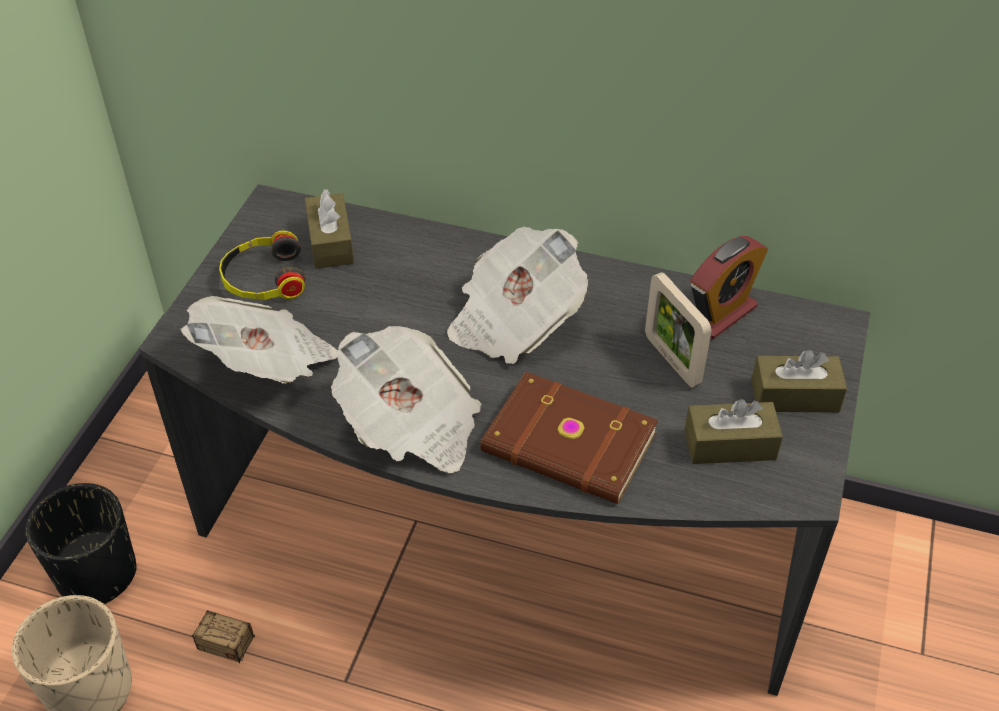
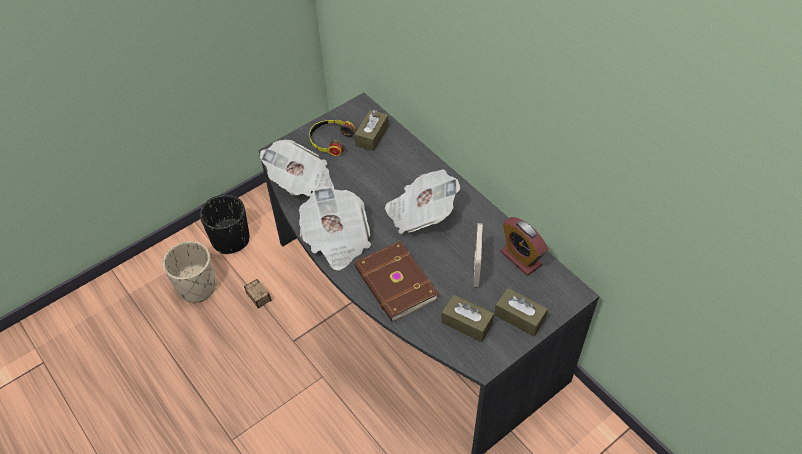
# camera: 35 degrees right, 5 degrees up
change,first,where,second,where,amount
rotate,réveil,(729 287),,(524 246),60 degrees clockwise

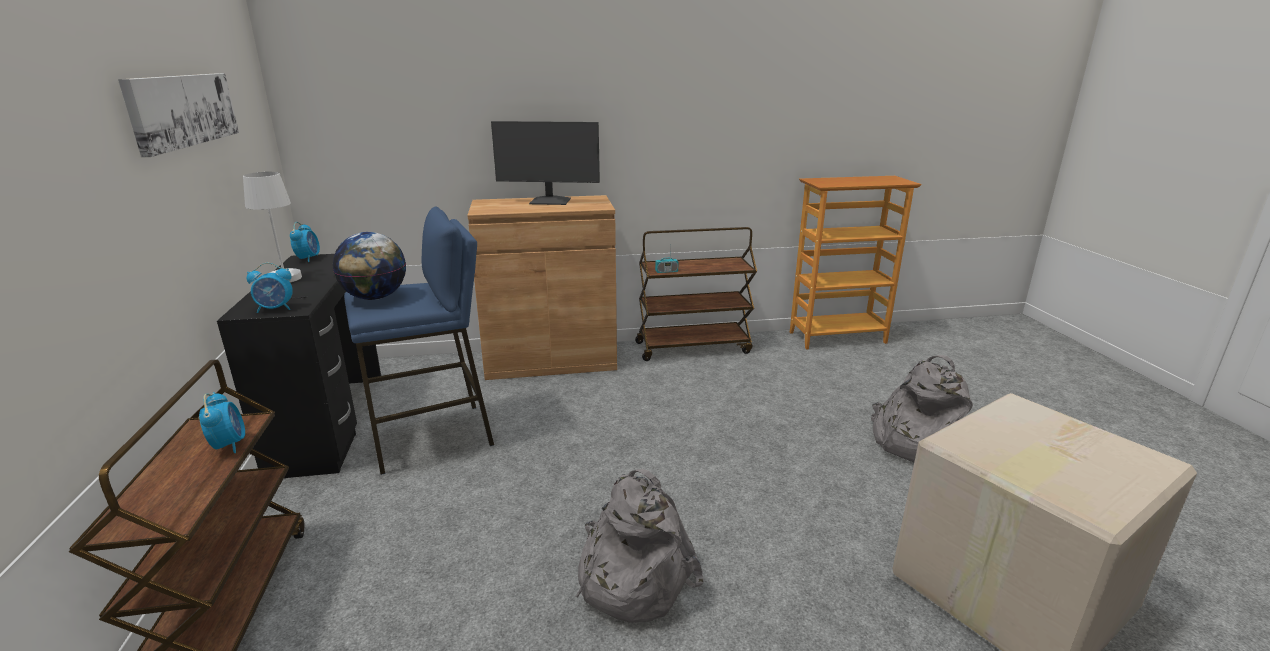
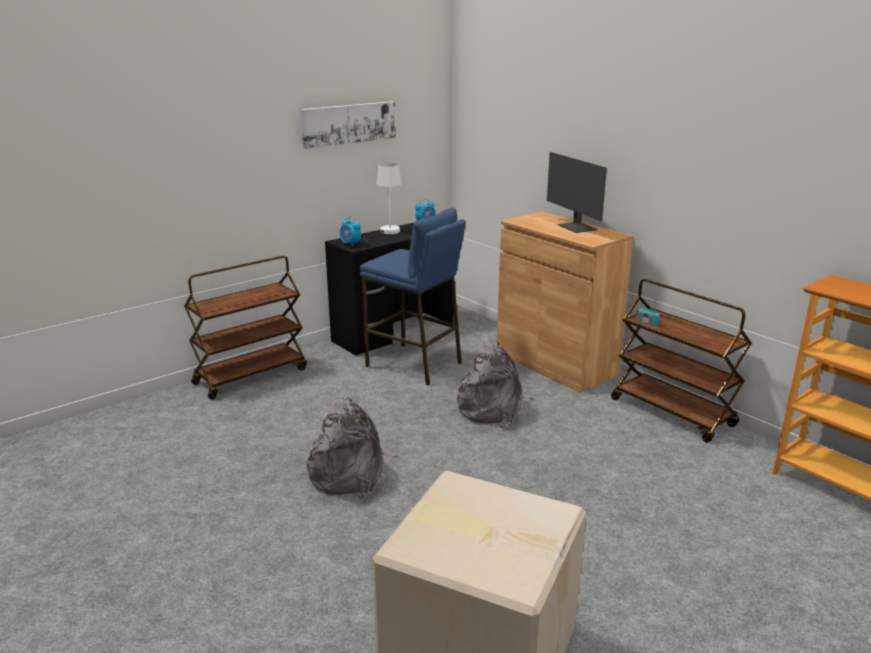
# camera: 60 degrees right, 0 degrees up
change,first,where,second,where,amount
delete,globe,(369 266),,,
move,sac à dos (gris),(922 408),,(495 384),
delete,réveil,(222 422),,,

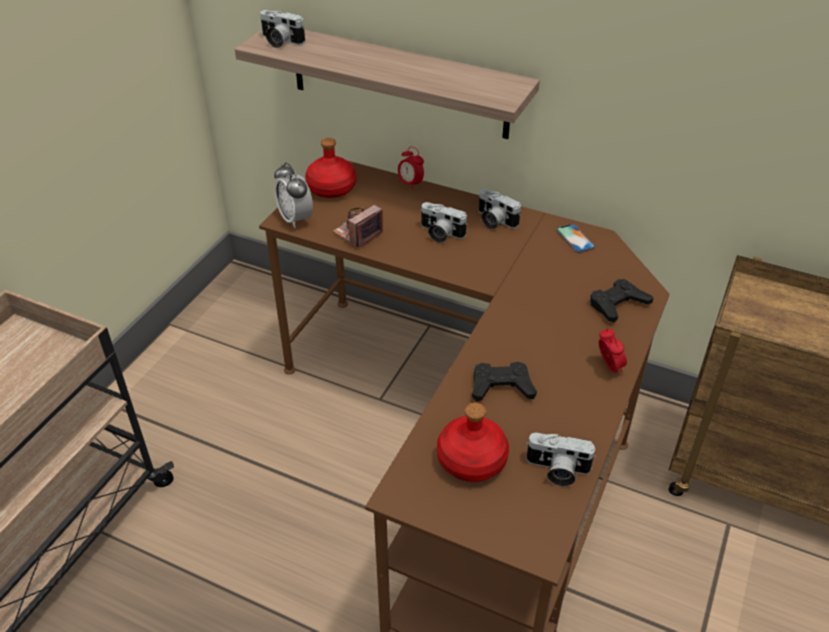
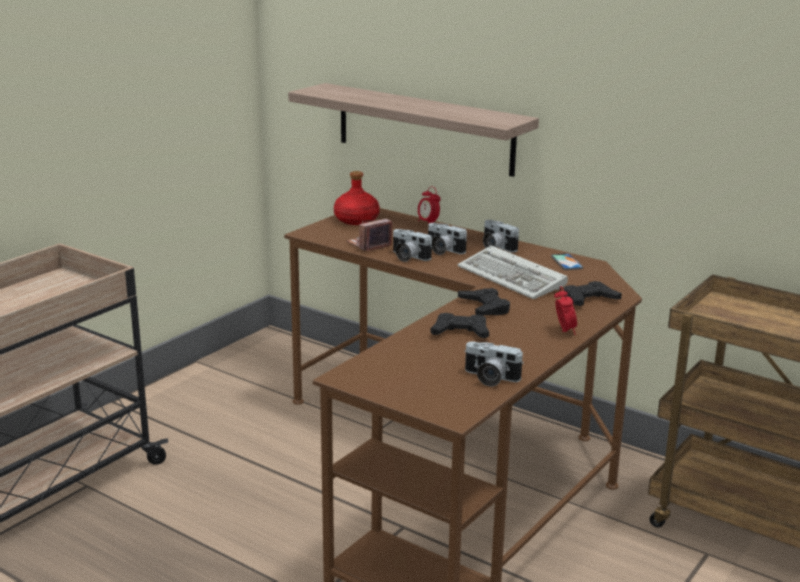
# camera: 10 degrees right, 20 degrees down
change,first,where,second,where,amount
move,appareil photo,(282 29),,(412 245),
delete,réveil,(293 195),,,
delete,bouteille (rouge),(473 442),,,
insert,,,clavier,(513 272),
insert,,,manette (noir),(484 302),

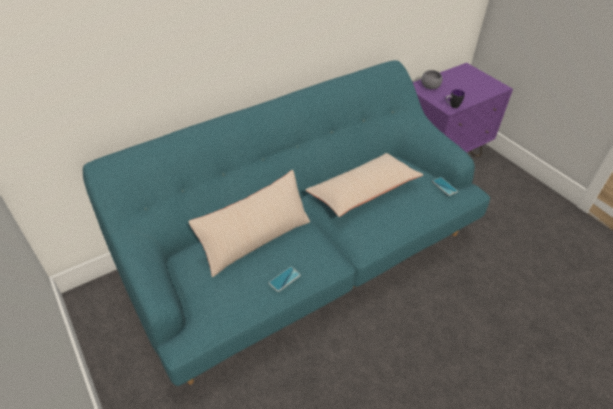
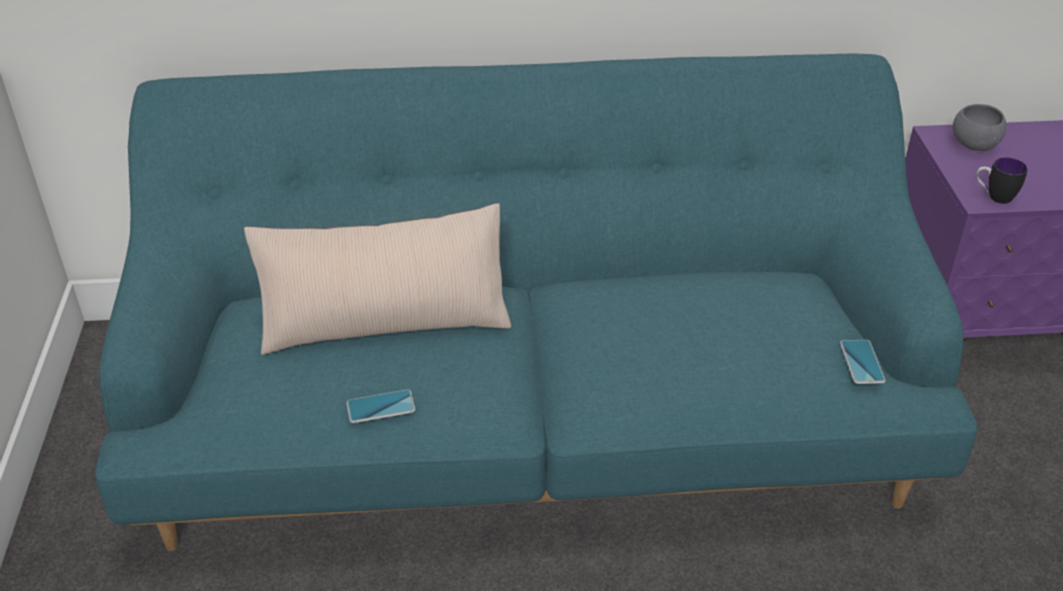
# camera: 30 degrees right, 5 degrees down
change,first,where,second,where,amount
delete,coussin (beige),(364 185),,,

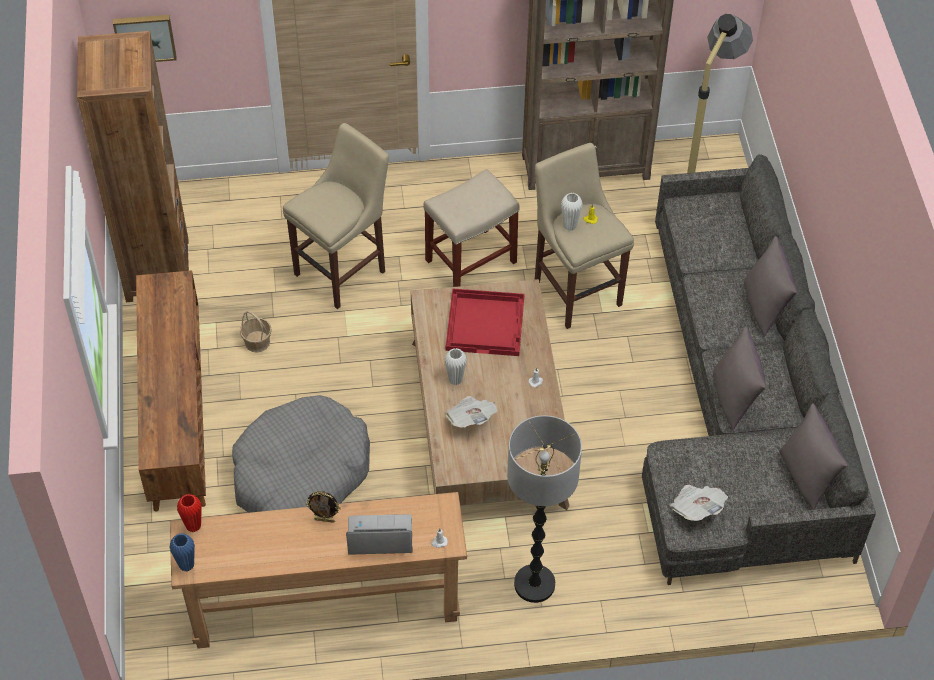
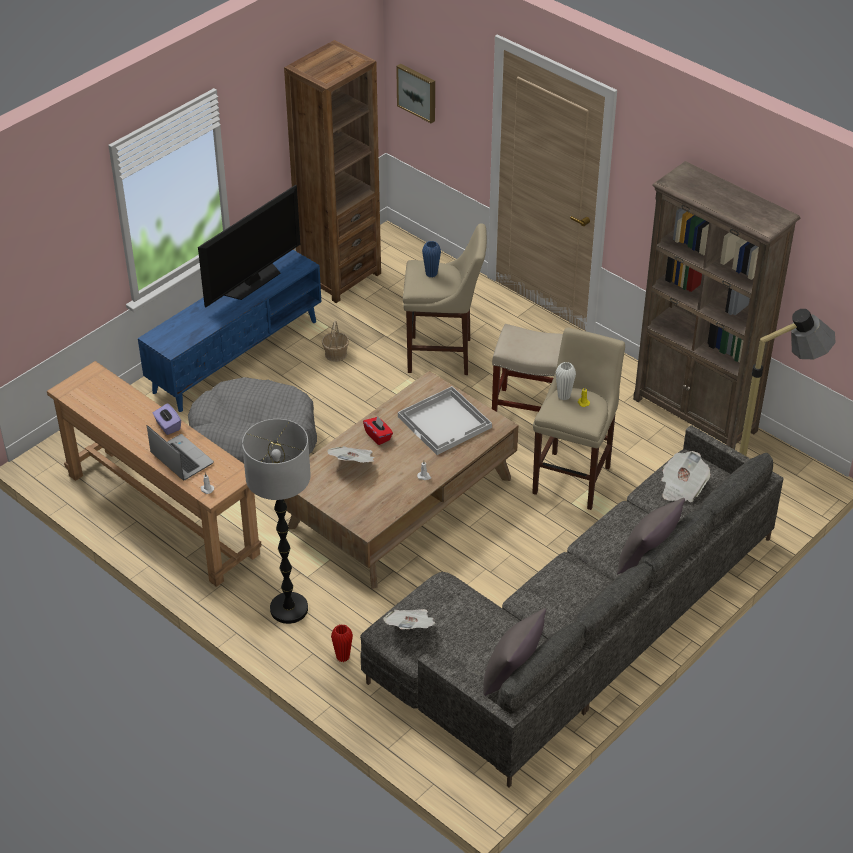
# camera: 50 degrees right, 10 degrees down
change,first,where,second,where,amount
recolor,meuble télé (marron),(171 391),meuble télé (bleu),(229 331),
recolor,plateau (rouge),(485 322),plateau (blanc),(445 420),
delete,coussin (gris),(739 378),,,
replace,vase (blanc),(456 366),boîte à mouchoirs (rouge),(378 430),
replace,cadre photo,(323 507),boîte à mouchoirs (violet),(167 419),
move,vase (rouge),(189 513),,(342 643),
move,vase (bleu),(182 552),,(431 259),
insert,,,téléviseur,(249 246),
insert,,,journal,(685 476),

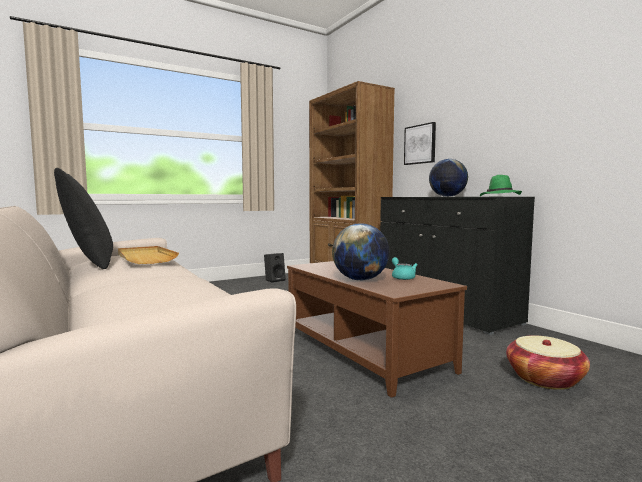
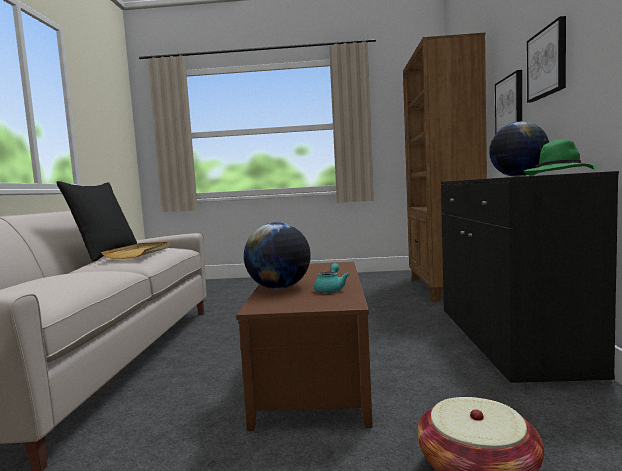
# camera: 35 degrees right, 0 degrees up
change,first,where,second,where,amount
delete,enceinte (noir),(275 268),,,
insert,,,tableau,(546 59),

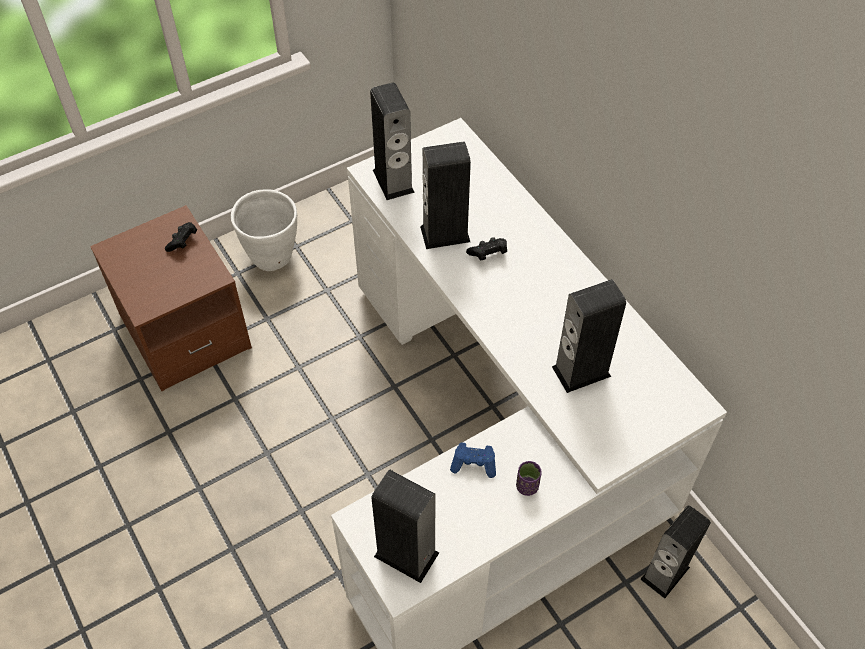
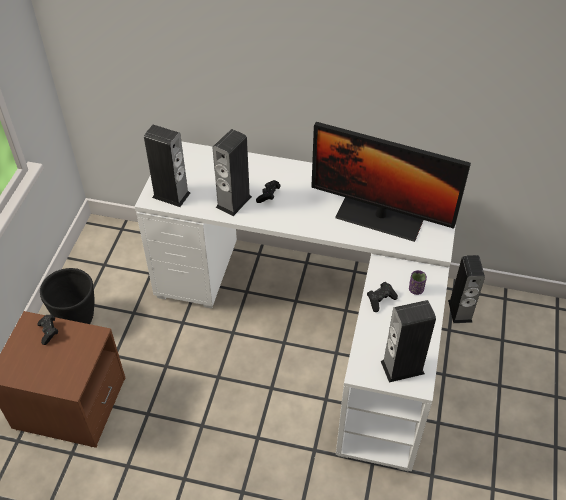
# camera: 45 degrees left, 5 degrees down
change,first,where,second,where,amount
recolor,cache-pot (blanc),(264 230),cache-pot (noir),(67 296),
replace,enceinte,(589 336),écran d'ordinateur,(391 182),
recolor,manette (bleu),(473 460),manette (noir),(382 297),

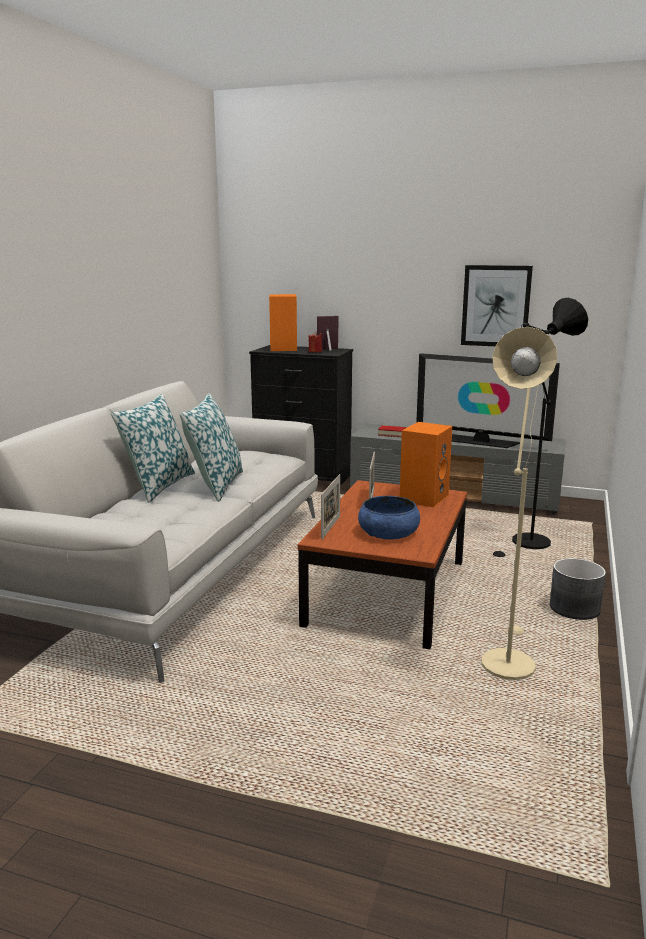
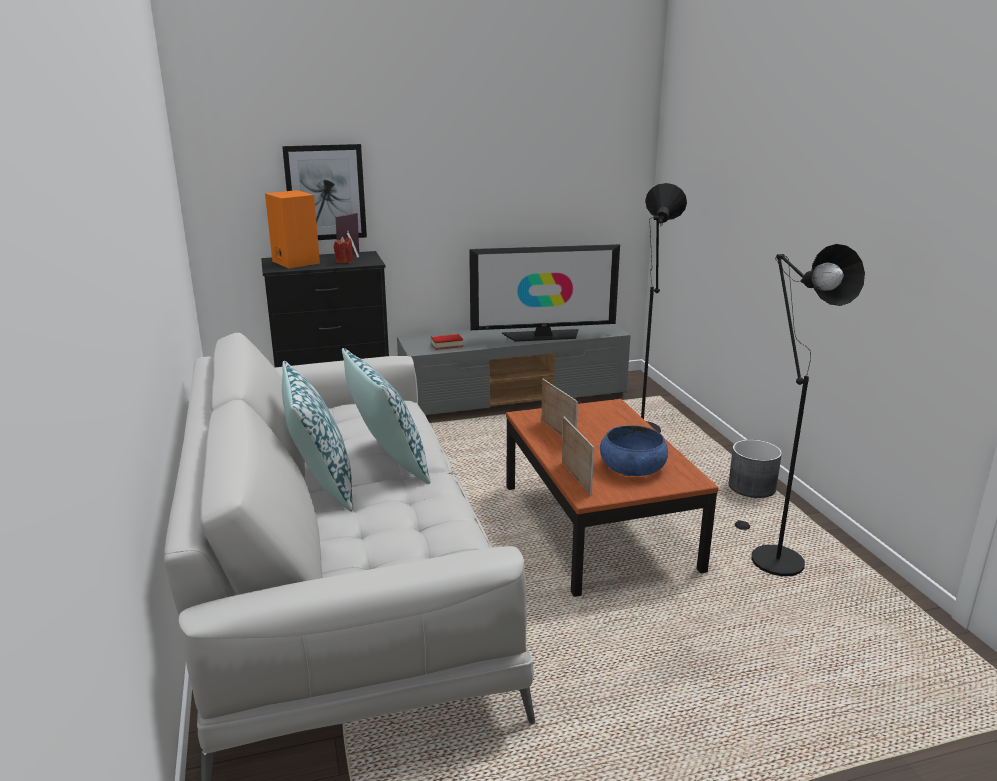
# camera: 35 degrees left, 5 degrees up
change,first,where,second,where,amount
move,tableau,(497 305),,(324 192),
recolor,lampadaire (beige),(519 503),lampadaire (noir),(800 410),
delete,enceinte (orange),(426 464),,,

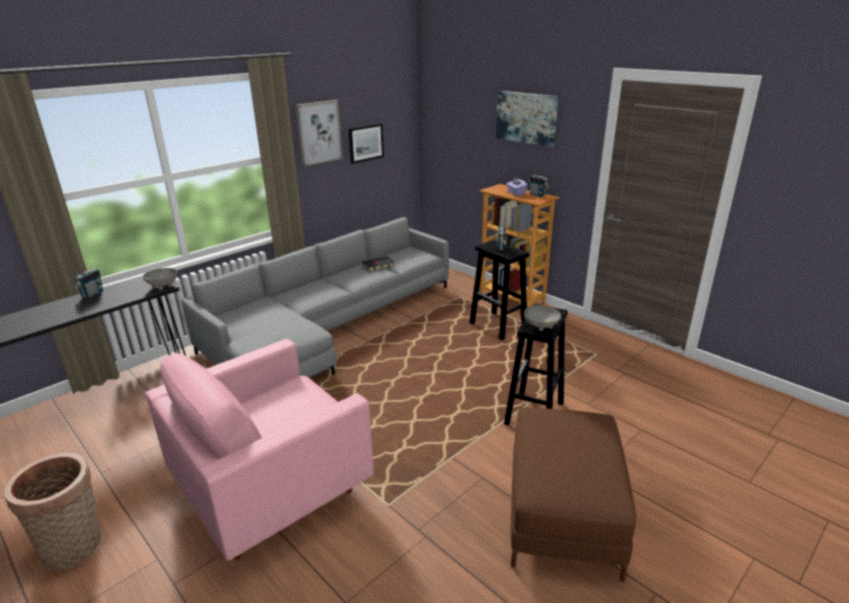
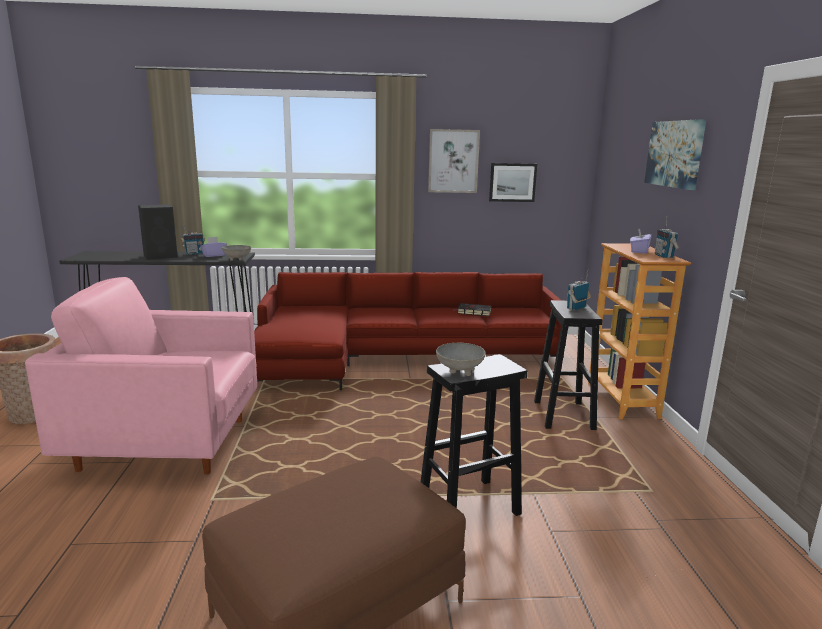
# camera: 40 degrees right, 10 degrees down
change,first,where,second,where,amount
recolor,canapé (gris),(315 297),canapé (rouge),(408 331),
insert,,,enceinte (noir),(158 232),
insert,,,boîte à mouchoirs (violet),(213 247),

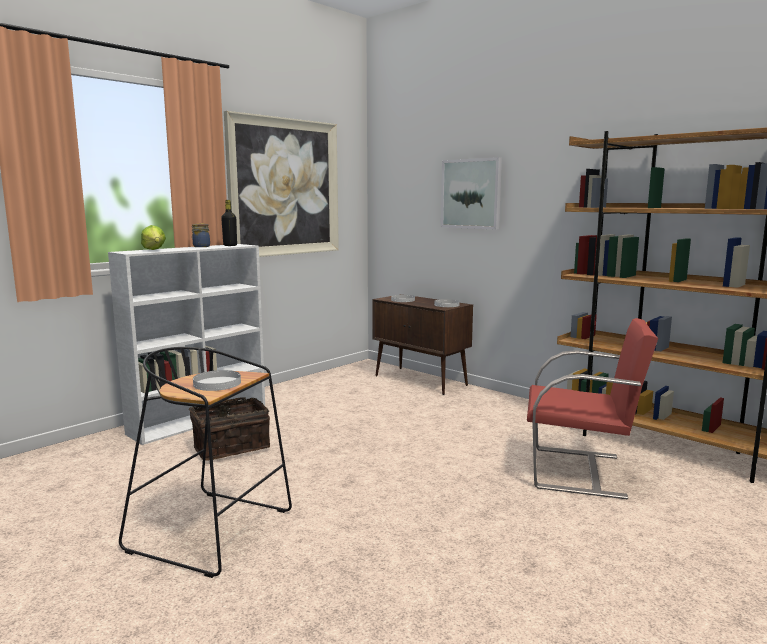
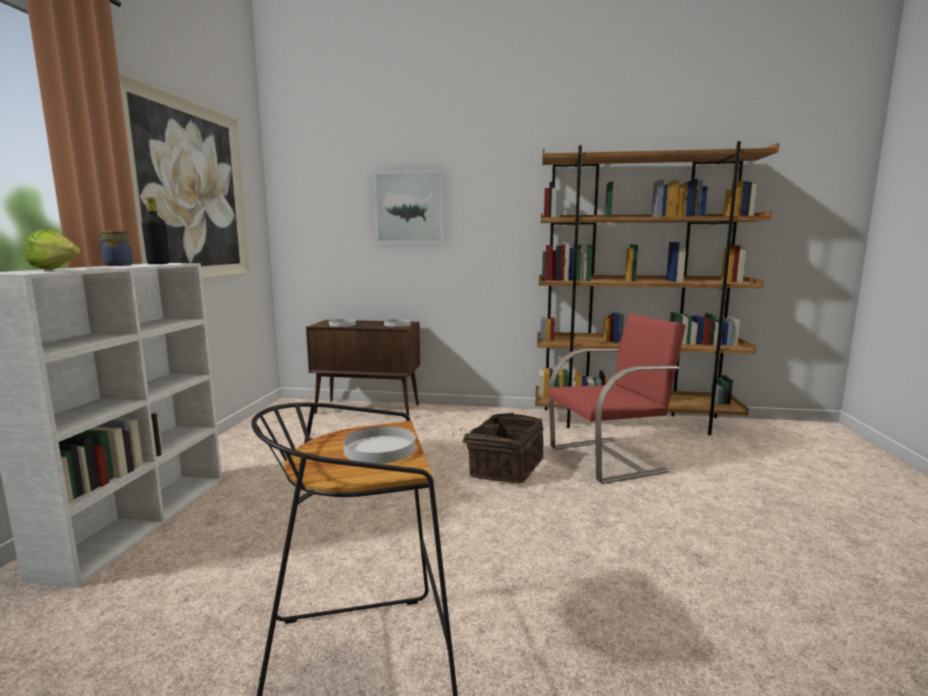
# camera: 35 degrees left, 0 degrees up
change,first,where,second,where,amount
move,panier,(229 429),,(498 448),

